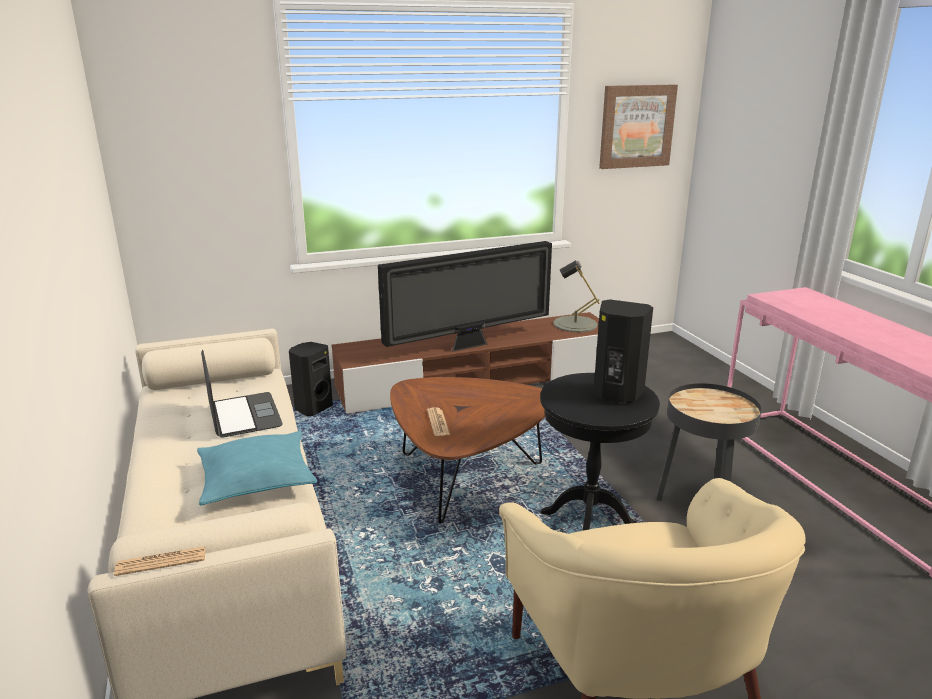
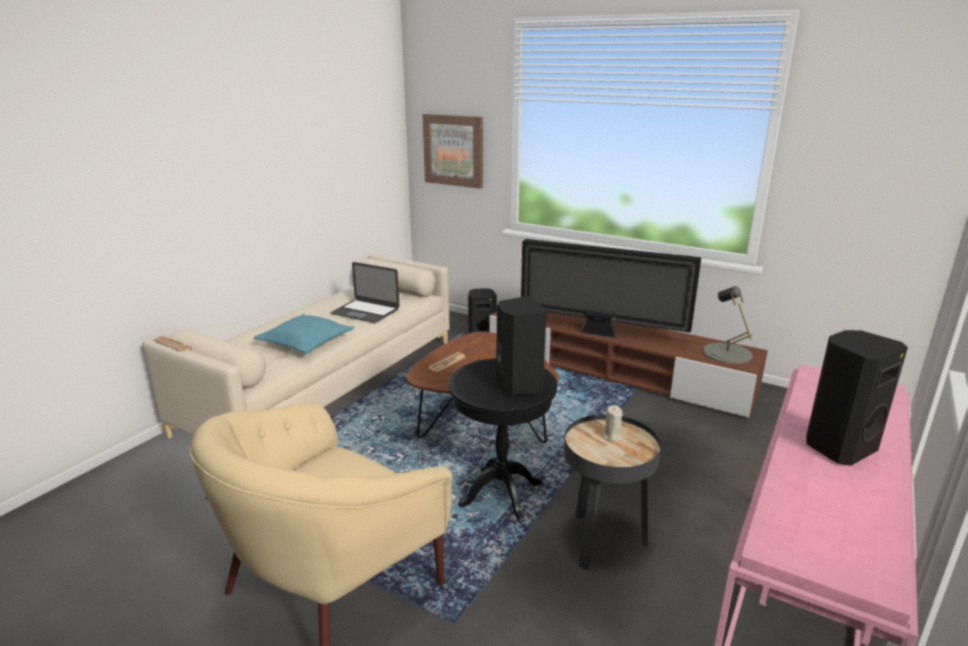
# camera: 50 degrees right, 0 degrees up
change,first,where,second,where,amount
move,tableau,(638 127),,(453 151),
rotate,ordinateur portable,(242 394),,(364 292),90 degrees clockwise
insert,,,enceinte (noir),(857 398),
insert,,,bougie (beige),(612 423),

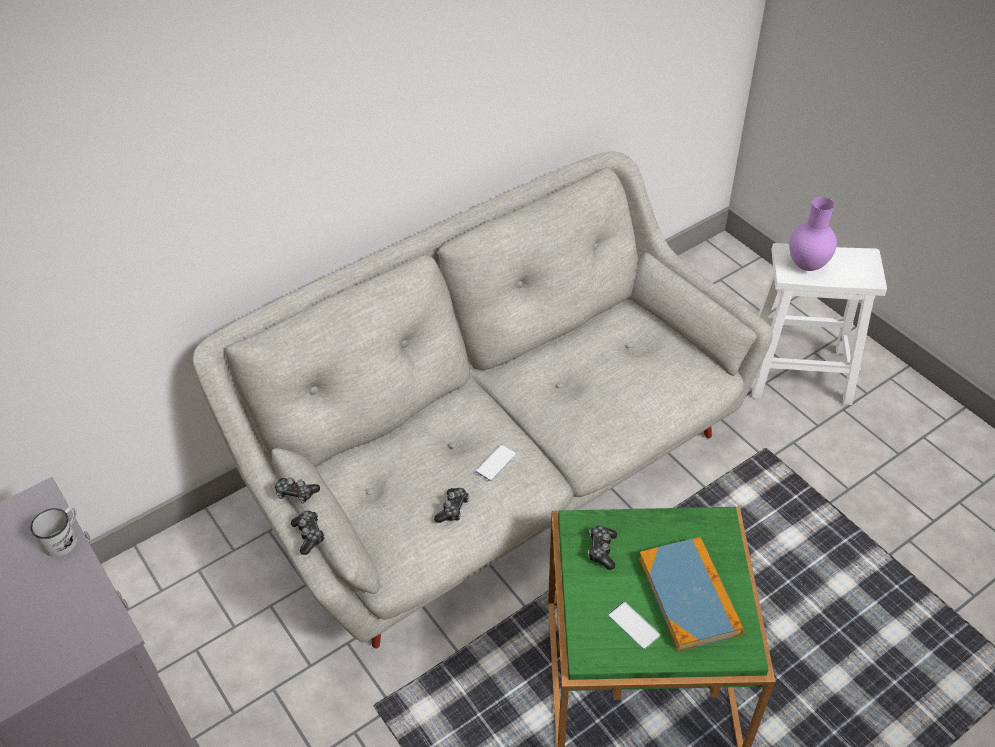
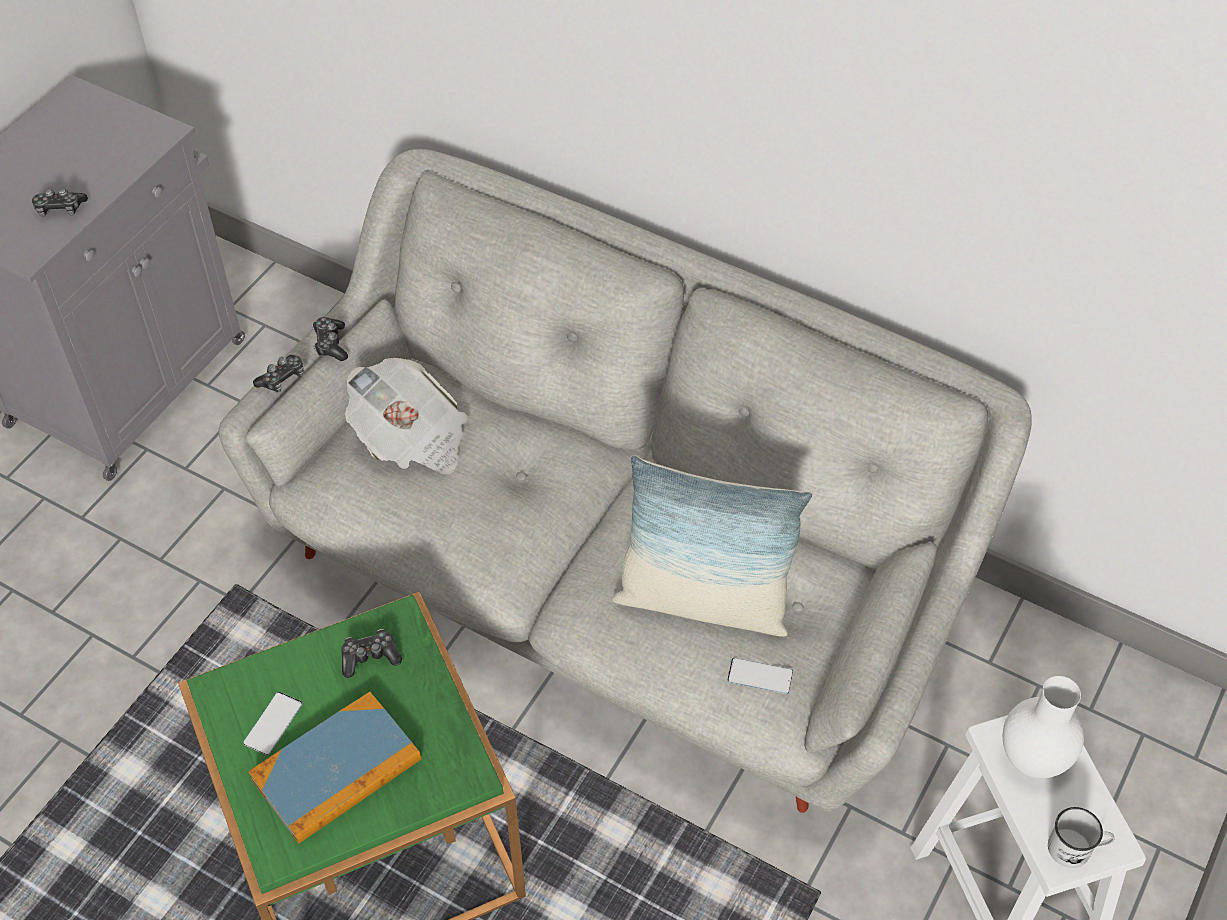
# camera: 65 degrees right, 5 degrees up
change,first,where,second,where,amount
recolor,vase (violet),(813 234),vase (blanc),(1043 727),
move,téléphone,(496 462),,(760 676),
move,manette,(451 505),,(60 202),
move,mug (blanc),(53 532),,(1081 837),
insert,,,journal,(406 416),
insert,,,coussin,(712 546),

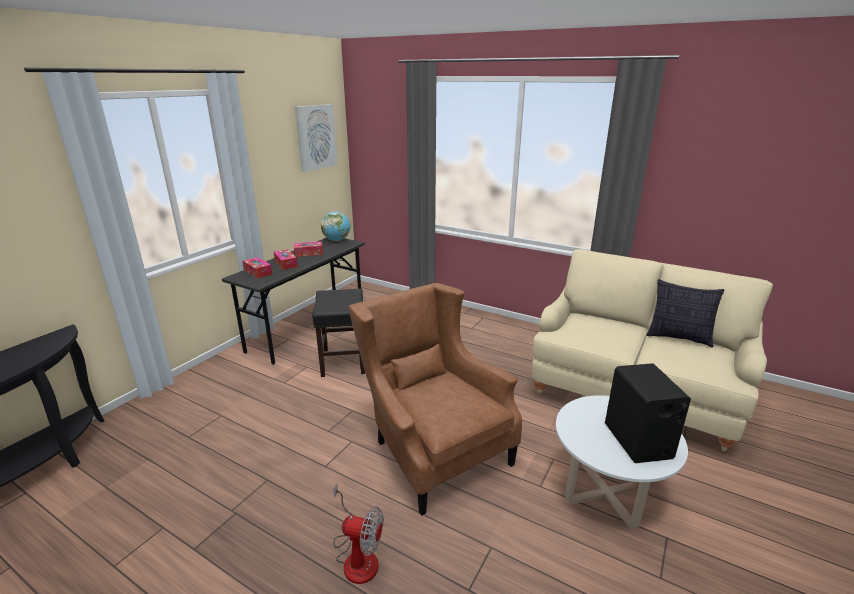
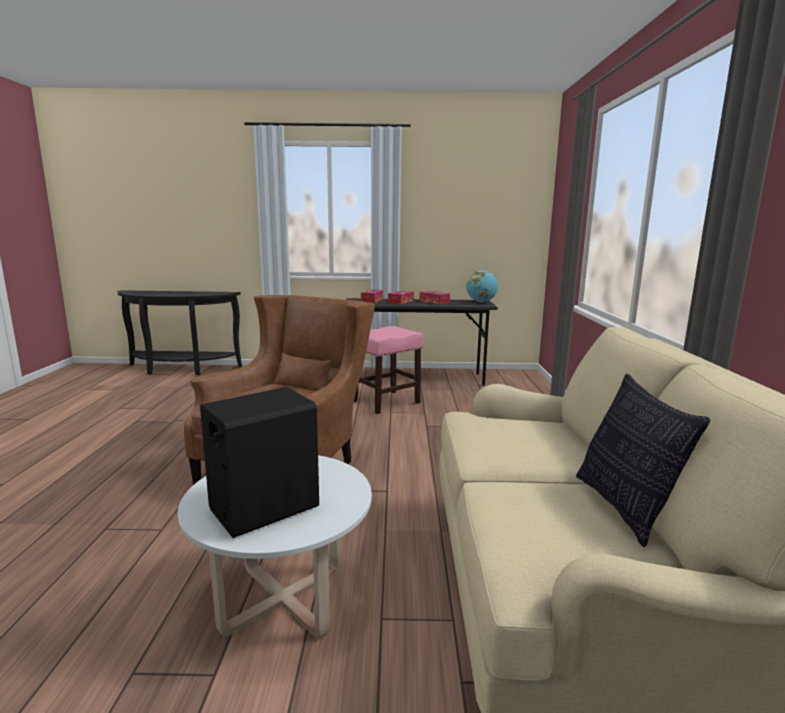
# camera: 60 degrees right, 10 degrees down
change,first,where,second,where,amount
delete,tableau,(316 138),,,
recolor,tabouret (noir),(338 333),tabouret (rose),(388 370),
delete,ventilateur,(358 533),,,

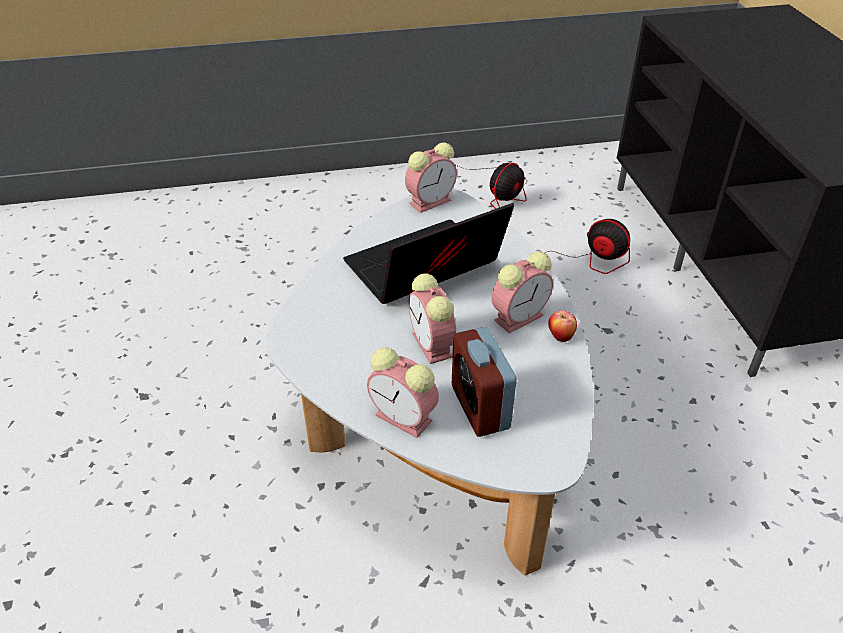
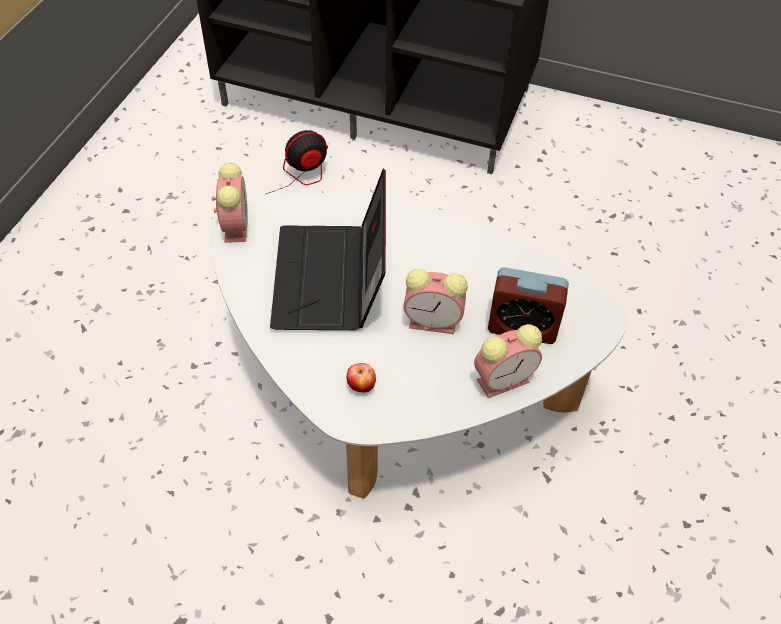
# camera: 60 degrees left, 10 degrees up
change,first,where,second,where,amount
delete,ventilateur,(491 186),,,
delete,réveil,(522 292),,,
move,pomme,(562 326),,(361 378),

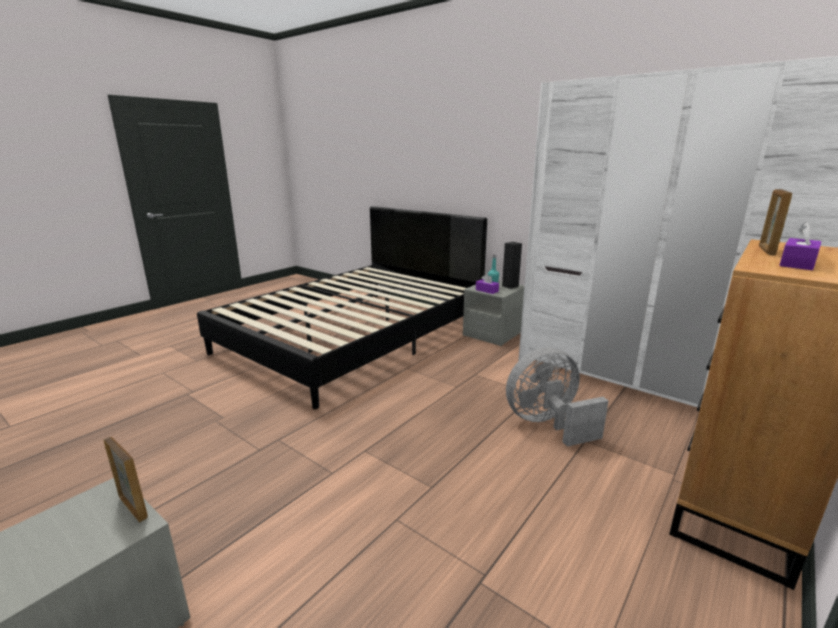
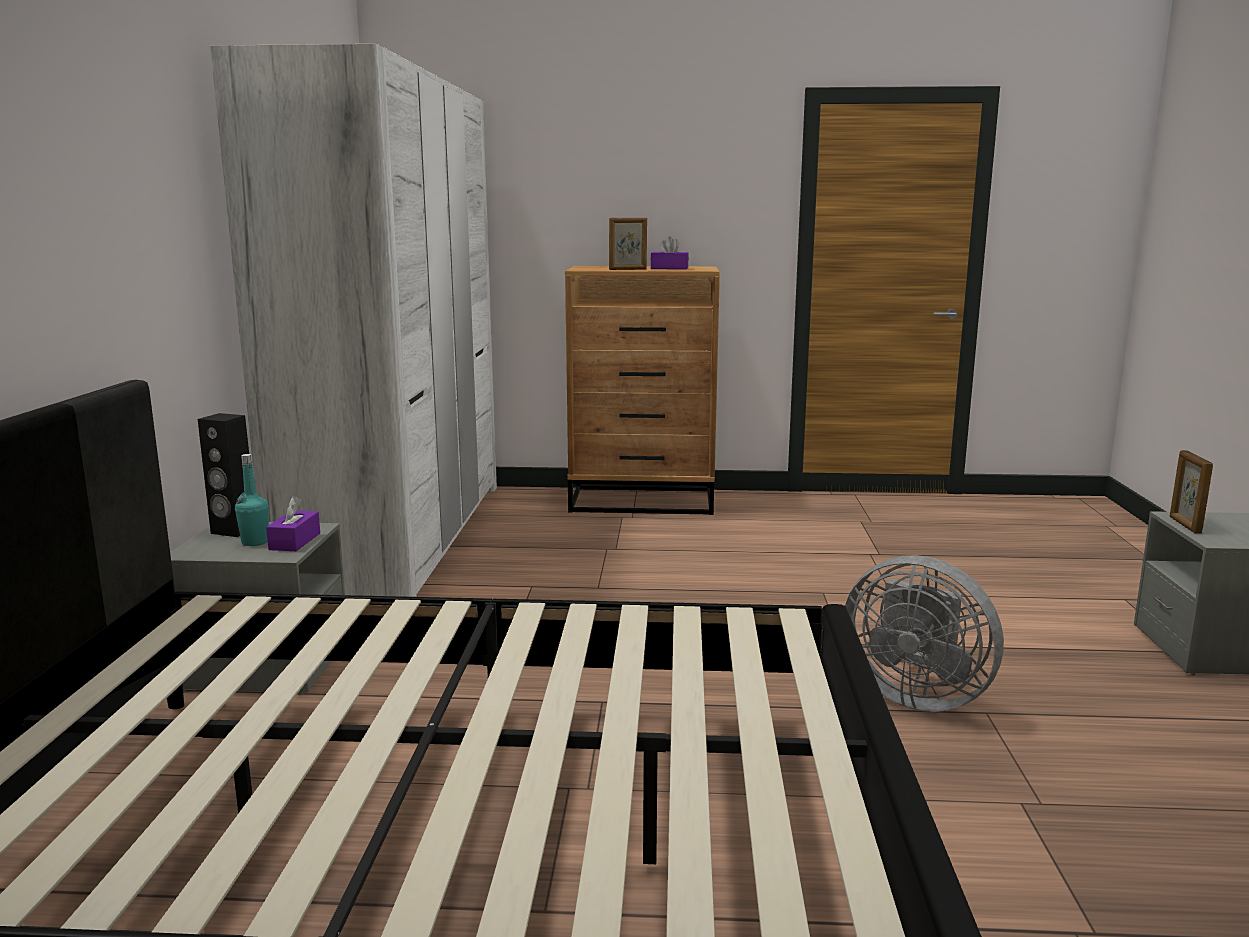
# camera: 125 degrees left, 5 degrees down
change,first,where,second,where,amount
move,ventilateur (gris),(557 397),,(924 633),

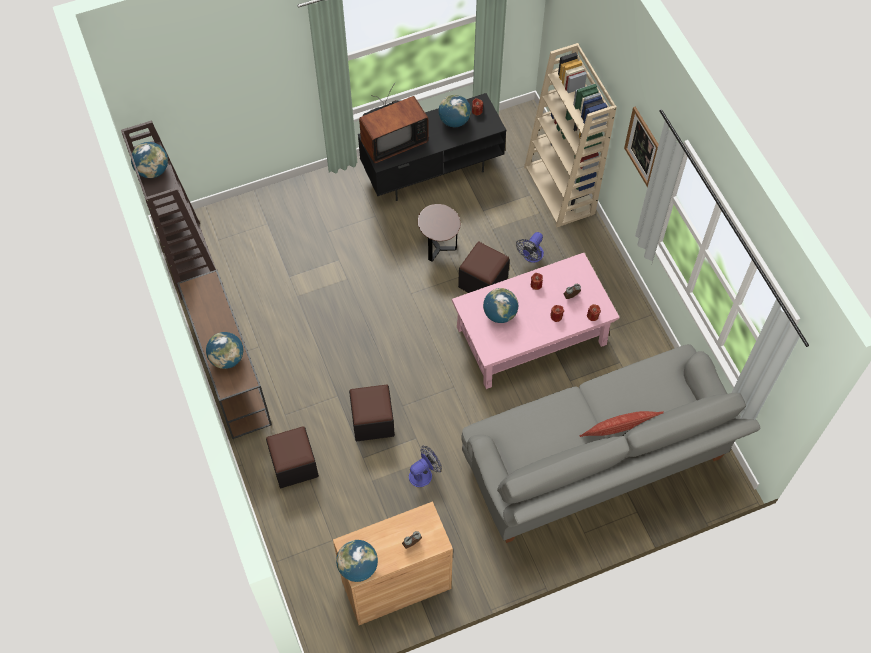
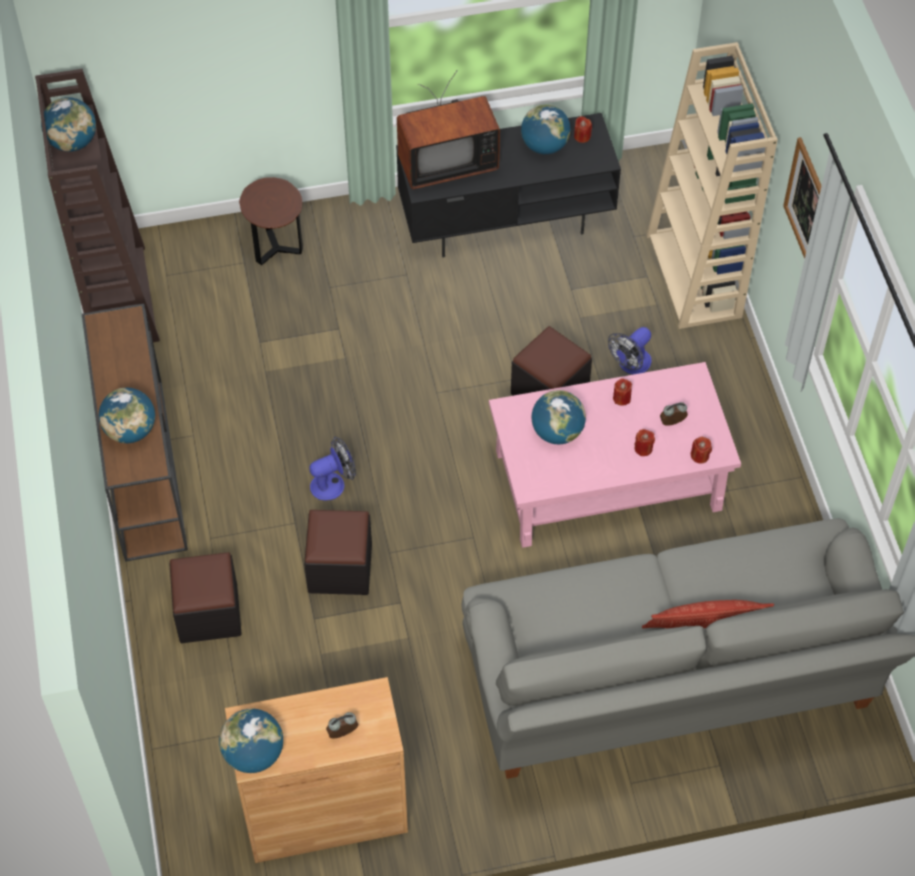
# camera: 10 degrees right, 5 degrees down
change,first,where,second,where,amount
move,table d'appoint (marron),(439 233),,(271 221),
move,ventilateur,(425 466),,(332 469),

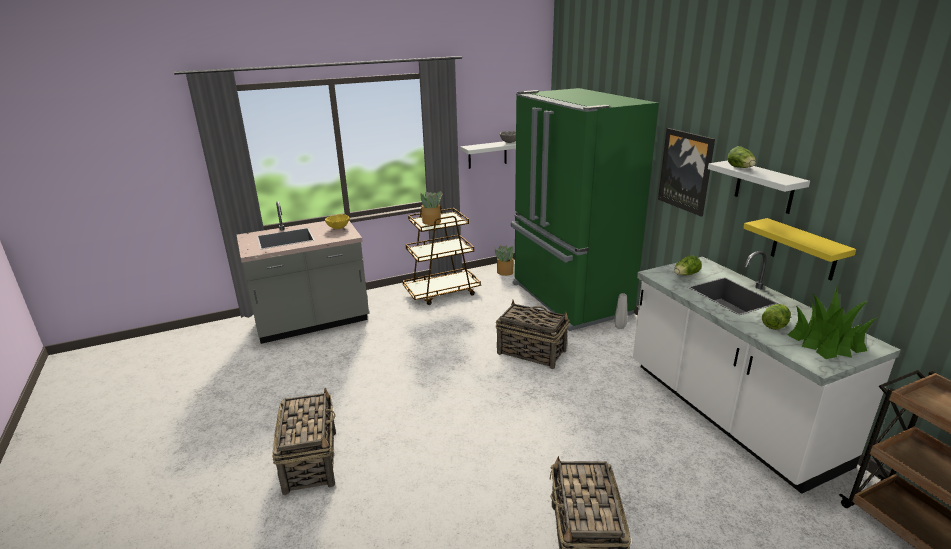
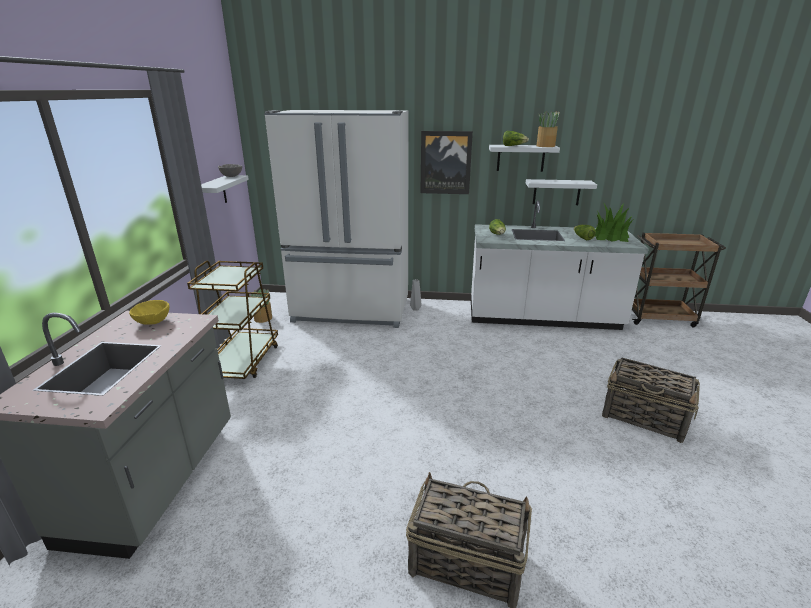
# camera: 60 degrees left, 0 degrees up
change,first,where,second,where,amount
recolor,réfrigérateur (vert),(585 209),réfrigérateur (blanc),(336 219),
move,plante en pot,(431 208),,(547 129),
recolor,étagère (jaune),(799 249),étagère (blanc),(561 192),
delete,panier,(533 334),,,

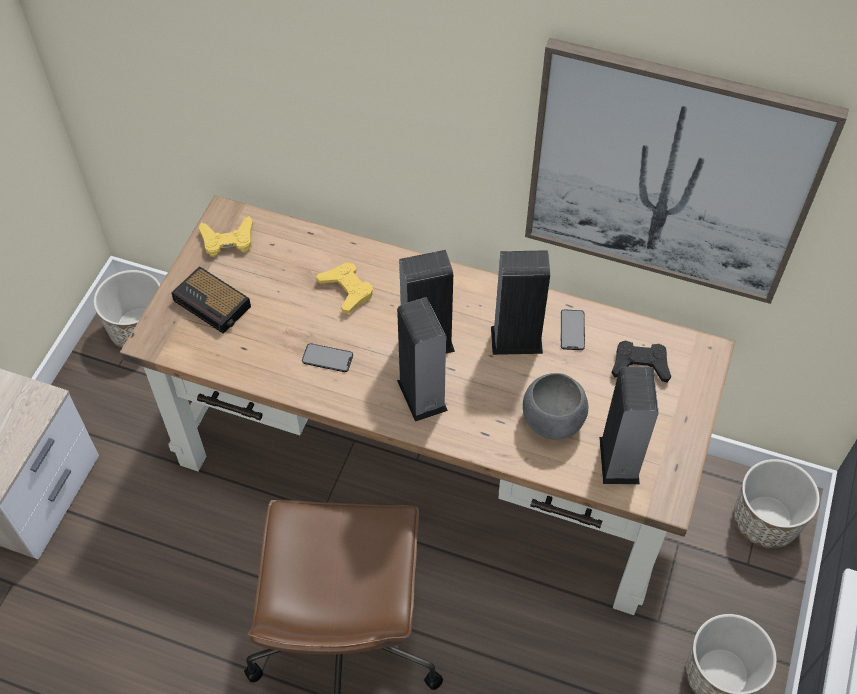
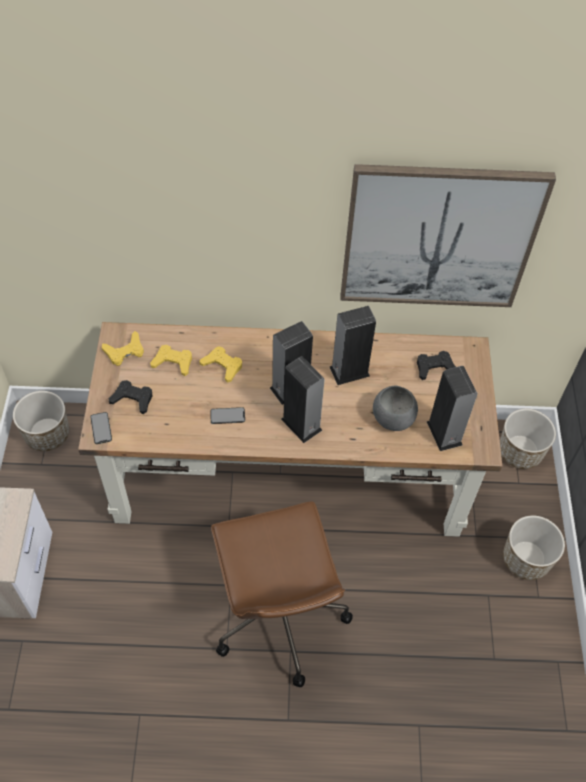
# camera: 20 degrees left, 0 degrees up
change,first,where,second,where,amount
replace,réveil,(211 300),manette (noir),(130 397),
move,téléphone,(572 329),,(101 428),
insert,,,manette (jaune),(171 360),

